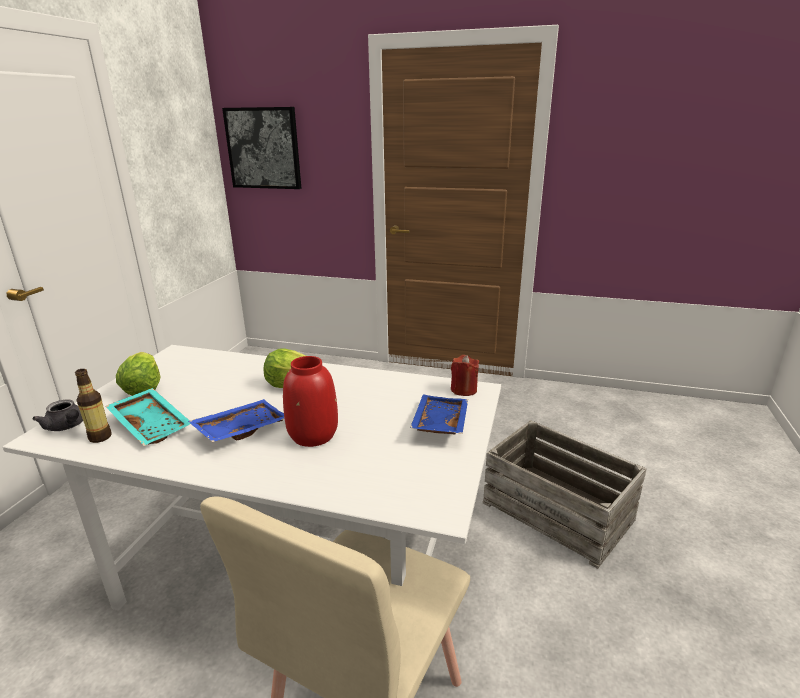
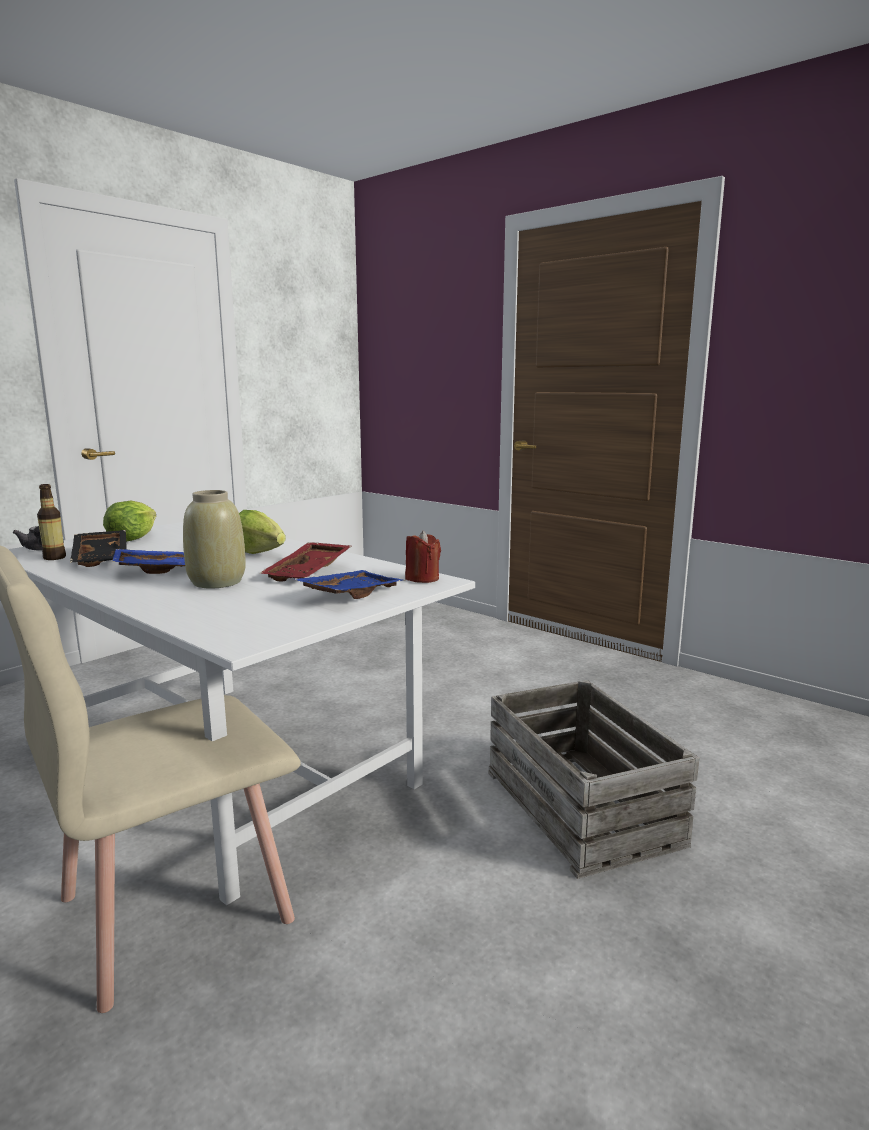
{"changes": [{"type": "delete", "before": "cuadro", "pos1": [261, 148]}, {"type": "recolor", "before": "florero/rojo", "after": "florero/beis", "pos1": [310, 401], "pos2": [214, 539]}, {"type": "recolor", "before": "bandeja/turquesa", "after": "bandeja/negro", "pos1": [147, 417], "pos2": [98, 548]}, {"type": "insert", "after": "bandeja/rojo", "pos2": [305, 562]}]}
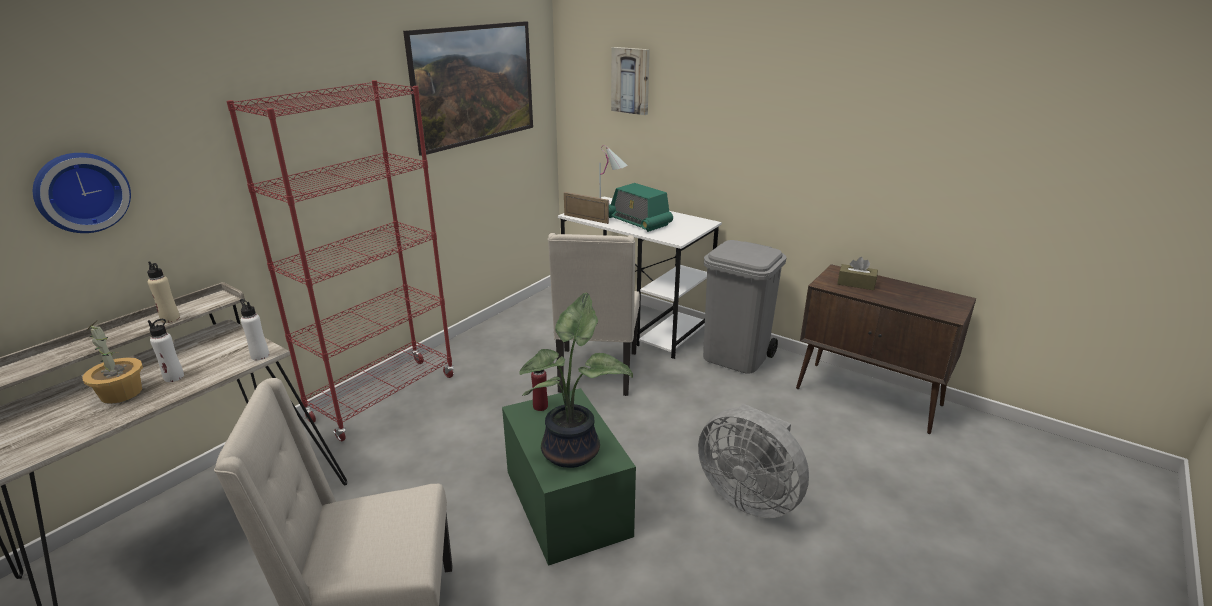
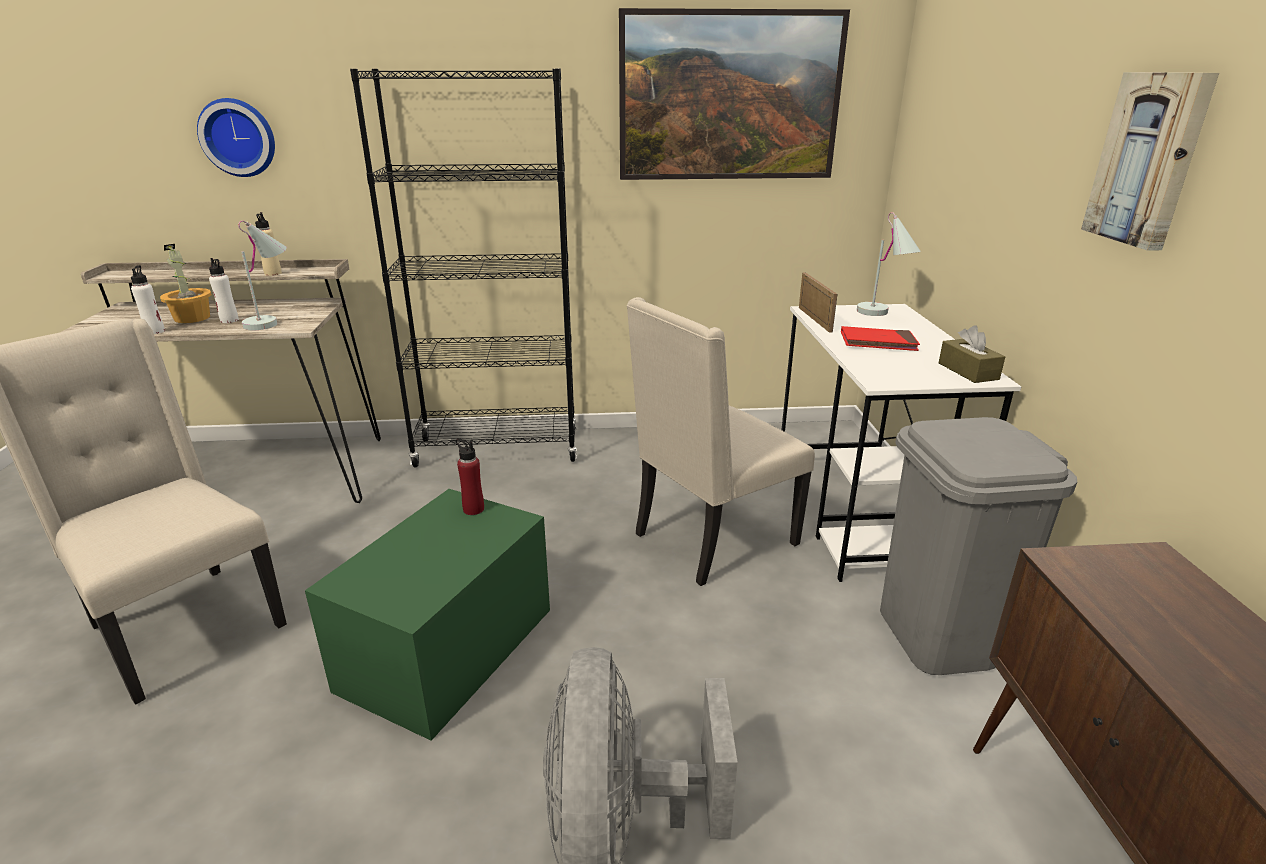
{"changes": [{"type": "move", "before": "cuadro", "pos1": [630, 81], "pos2": [1150, 161]}, {"type": "recolor", "before": "estantería/rojo", "after": "estantería/negro", "pos1": [340, 260], "pos2": [463, 268]}, {"type": "replace", "before": "radio", "after": "libro/rojo", "pos1": [641, 207], "pos2": [880, 338]}, {"type": "move", "before": "caja de pañuelos/marrón", "pos1": [857, 273], "pos2": [972, 354]}, {"type": "delete", "before": "planta en maceta", "pos1": [576, 380]}, {"type": "move", "before": "botella/blanco", "pos1": [254, 329], "pos2": [148, 299]}, {"type": "insert", "after": "lámpara de mesa/blanco", "pos2": [262, 275]}]}
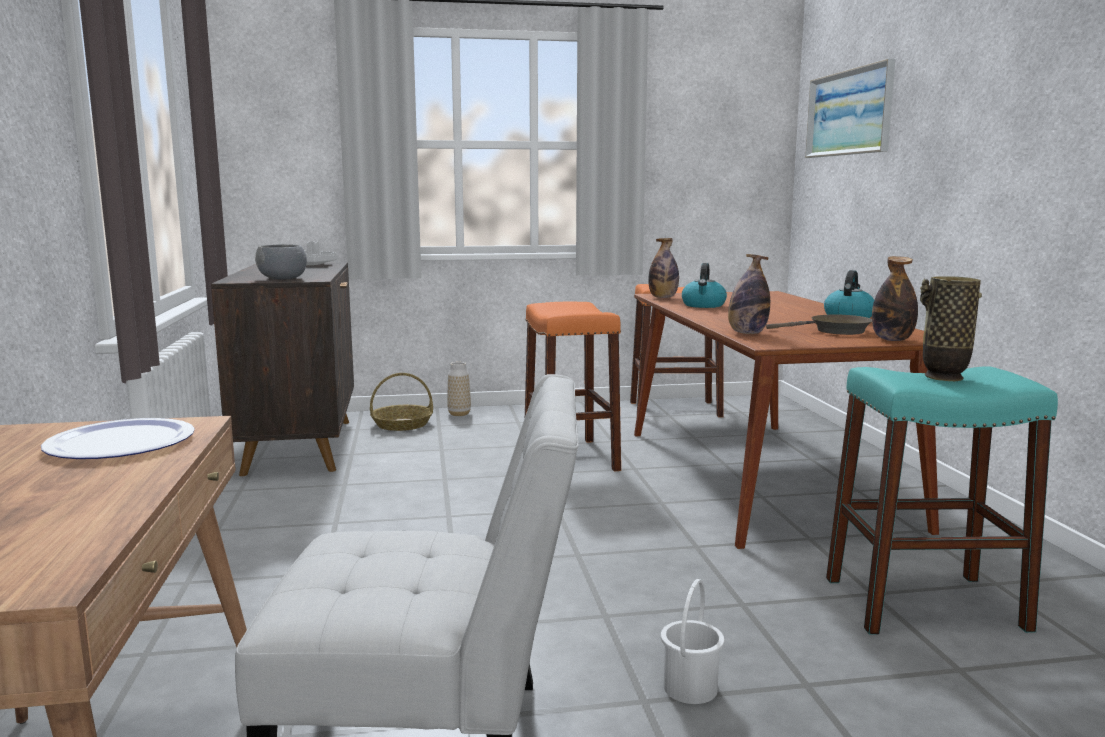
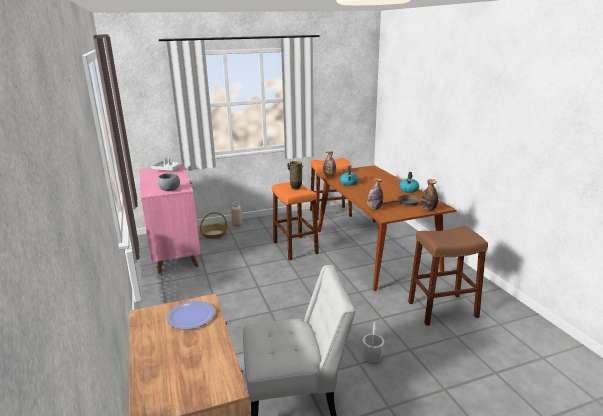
{"changes": [{"type": "delete", "before": "cuadro", "pos1": [850, 108]}, {"type": "recolor", "before": "armario/marrón", "after": "armario/rosa", "pos1": [282, 369], "pos2": [170, 219]}, {"type": "move", "before": "florero", "pos1": [951, 328], "pos2": [295, 175]}, {"type": "recolor", "before": "taburete/turquesa", "after": "taburete/marrón", "pos1": [942, 500], "pos2": [448, 276]}]}
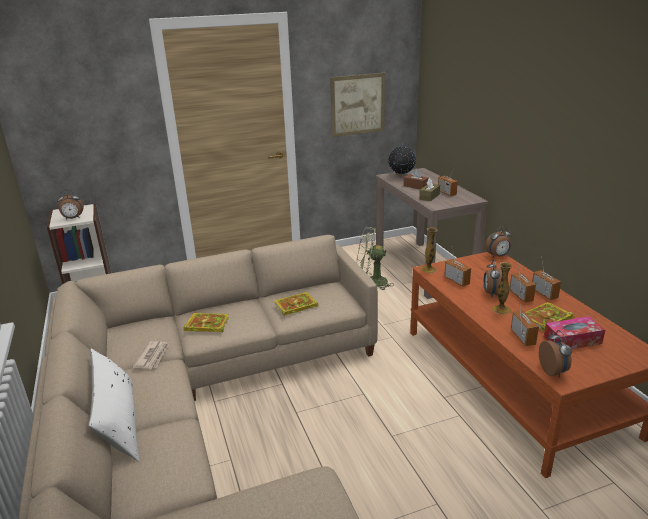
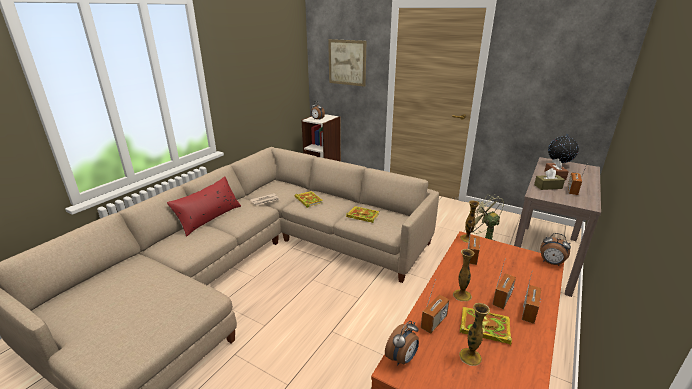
{"changes": [{"type": "move", "before": "cuadro", "pos1": [357, 105], "pos2": [347, 63]}, {"type": "delete", "before": "despertador", "pos1": [493, 278]}, {"type": "replace", "before": "caja de pañuelos", "after": "florero", "pos1": [574, 332], "pos2": [474, 334]}, {"type": "recolor", "before": "cojín/blanco", "after": "cojín/rojo", "pos1": [114, 405], "pos2": [204, 206]}]}
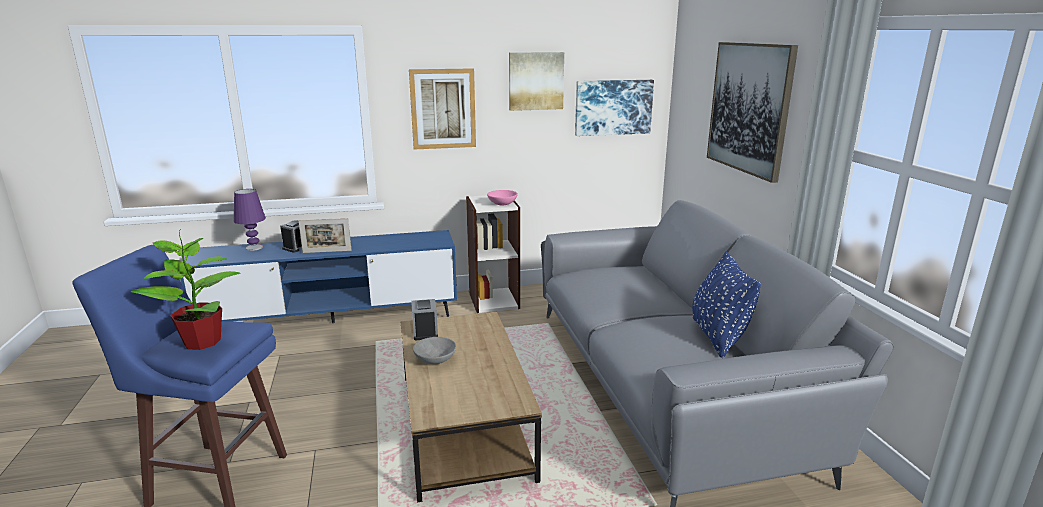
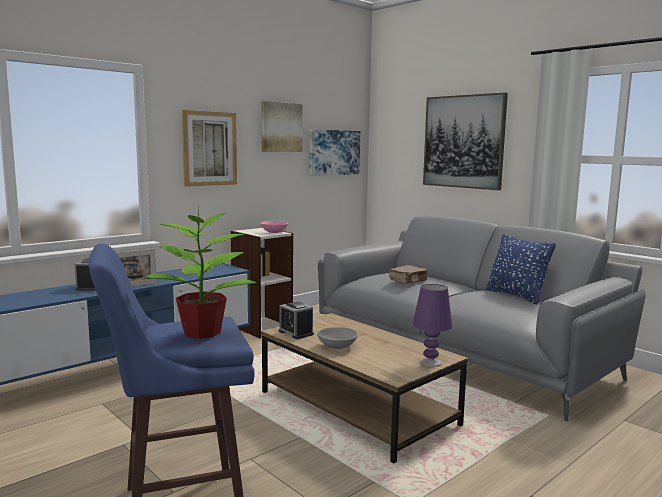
{"changes": [{"type": "move", "before": "lámpara de mesa/morado", "pos1": [250, 220], "pos2": [432, 325]}, {"type": "insert", "after": "libro/marrón", "pos2": [408, 274]}]}
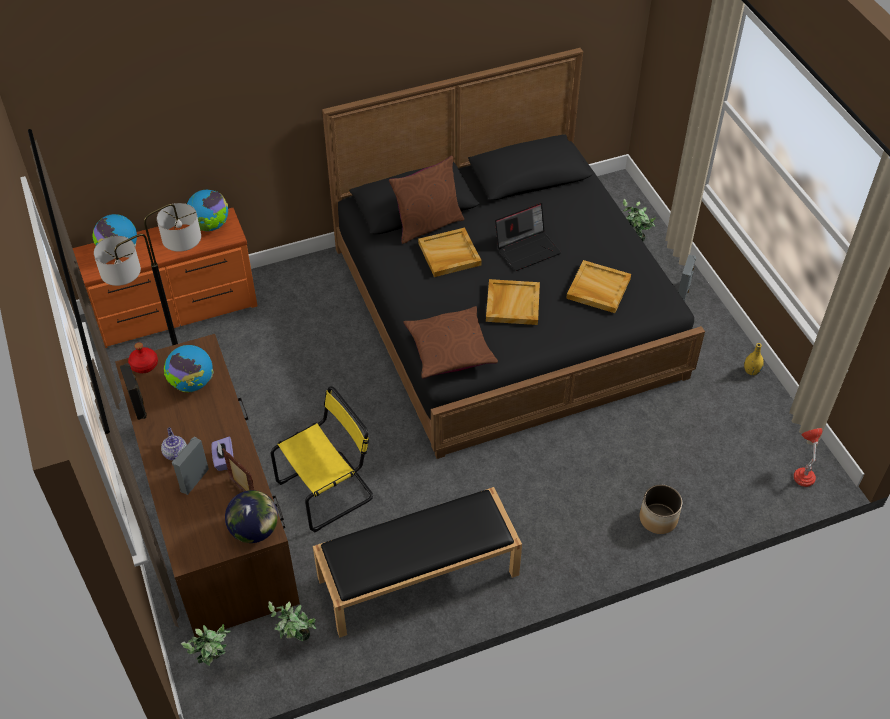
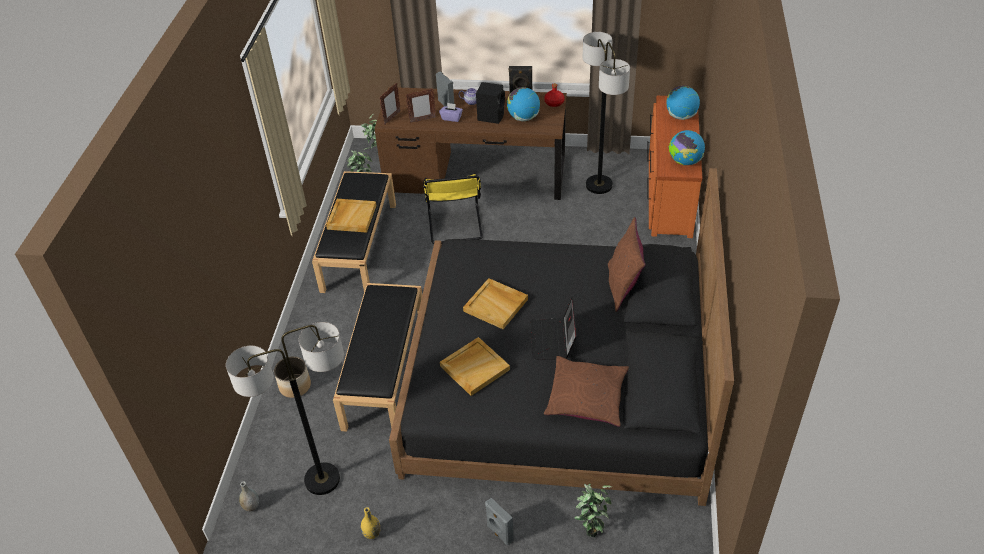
{"changes": [{"type": "move", "before": "bandeja/beis", "pos1": [450, 252], "pos2": [351, 216]}, {"type": "move", "before": "cojín/marrón", "pos1": [450, 342], "pos2": [586, 391]}, {"type": "replace", "before": "lámpara de mesa/rojo", "after": "florero/gris", "pos1": [808, 457], "pos2": [249, 496]}, {"type": "replace", "before": "globo terráqueo", "after": "portarretratos", "pos1": [251, 516], "pos2": [390, 104]}, {"type": "insert", "after": "altavoz/negro", "pos2": [490, 103]}, {"type": "insert", "after": "banco/negro", "pos2": [377, 357]}, {"type": "insert", "after": "lámpara de pie", "pos2": [285, 408]}]}
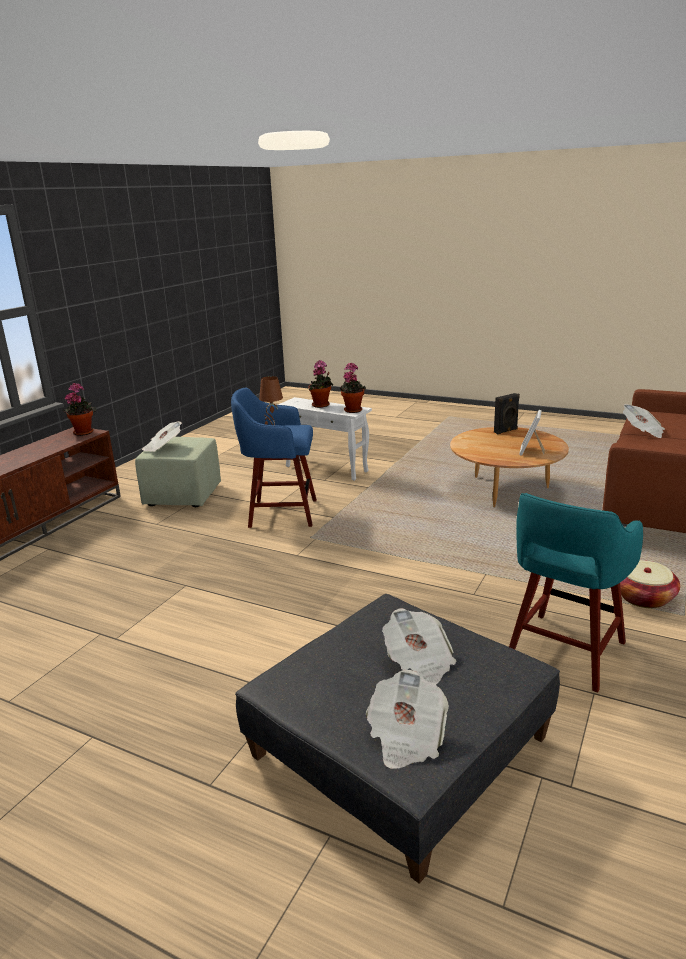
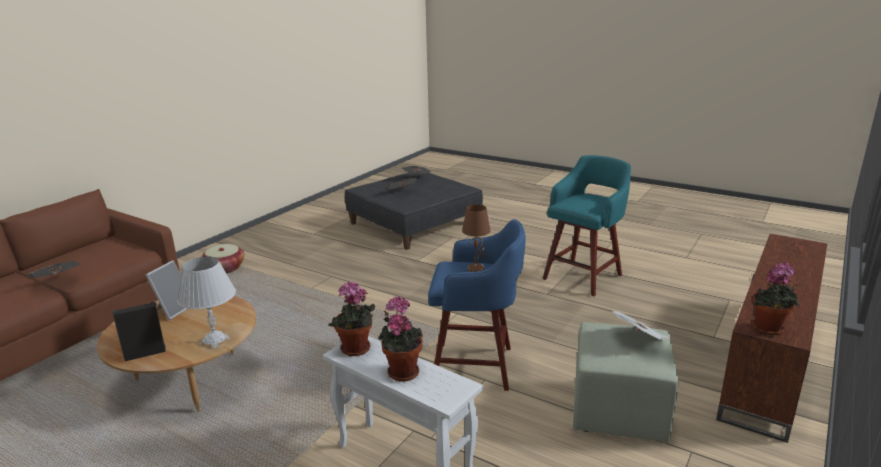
{"changes": [{"type": "move", "before": "taburete/turquesa", "pos1": [576, 593], "pos2": [587, 225]}, {"type": "insert", "after": "lámpara de mesa/blanco", "pos2": [206, 303]}]}
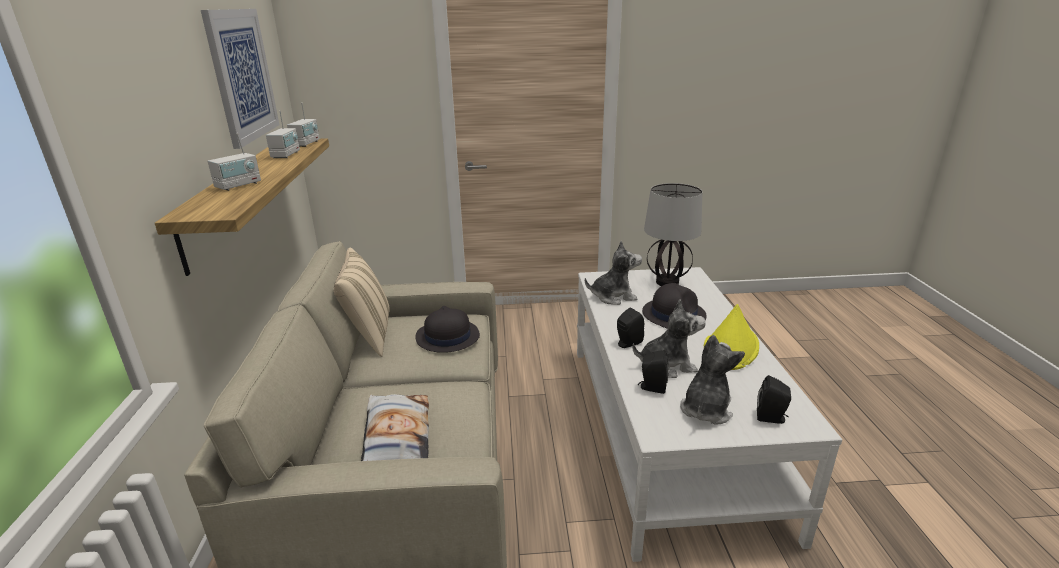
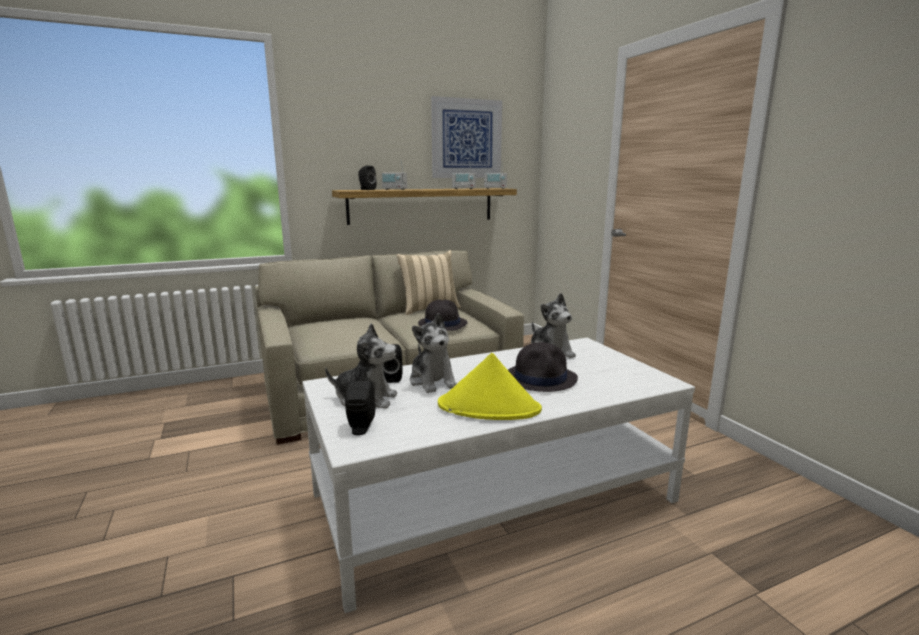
{"changes": [{"type": "delete", "before": "lámpara de mesa", "pos1": [673, 234]}, {"type": "move", "before": "altavoz/negro", "pos1": [630, 327], "pos2": [368, 178]}, {"type": "delete", "before": "cojín", "pos1": [395, 427]}]}
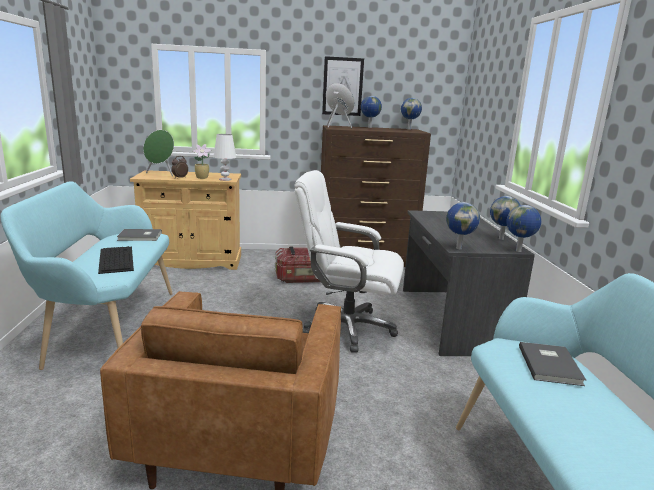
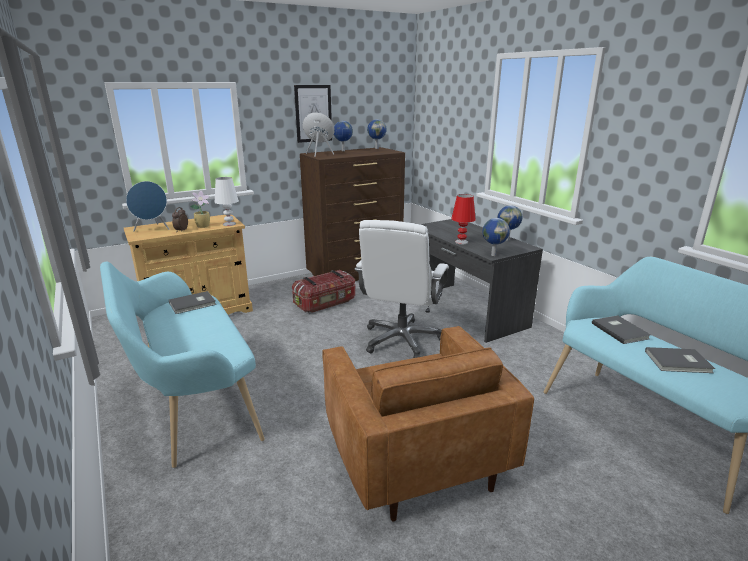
{"changes": [{"type": "recolor", "before": "altavoz/verde", "after": "altavoz/azul", "pos1": [158, 153], "pos2": [148, 206]}, {"type": "rotate", "before": "silla de oficina/blanco", "pos1": [349, 261], "pos2": [402, 289], "turn": -60}, {"type": "delete", "before": "globo terráqueo", "pos1": [523, 228]}, {"type": "delete", "before": "teclado", "pos1": [116, 260]}, {"type": "insert", "after": "lámpara de mesa/rojo", "pos2": [463, 219]}, {"type": "insert", "after": "libro/gris", "pos2": [680, 360]}]}
